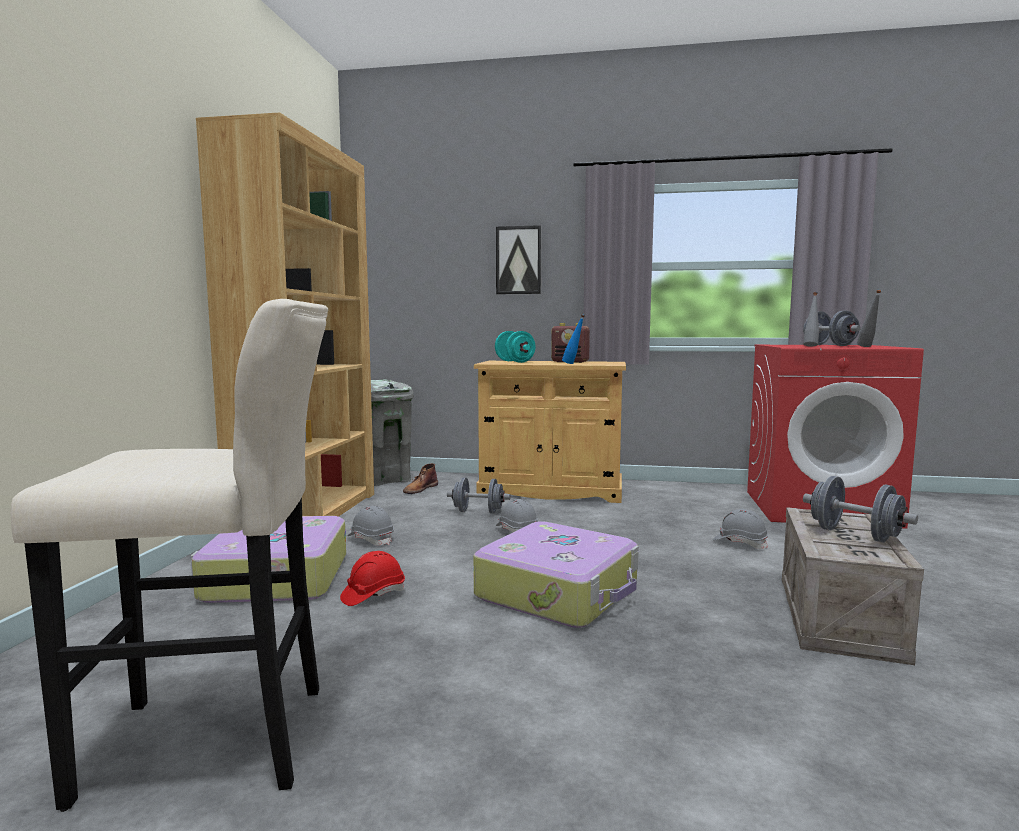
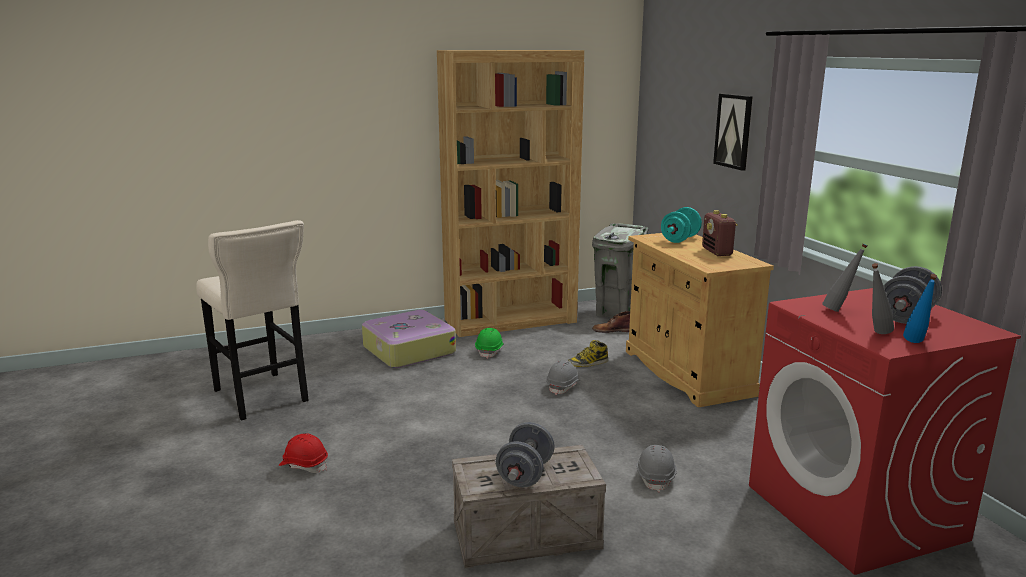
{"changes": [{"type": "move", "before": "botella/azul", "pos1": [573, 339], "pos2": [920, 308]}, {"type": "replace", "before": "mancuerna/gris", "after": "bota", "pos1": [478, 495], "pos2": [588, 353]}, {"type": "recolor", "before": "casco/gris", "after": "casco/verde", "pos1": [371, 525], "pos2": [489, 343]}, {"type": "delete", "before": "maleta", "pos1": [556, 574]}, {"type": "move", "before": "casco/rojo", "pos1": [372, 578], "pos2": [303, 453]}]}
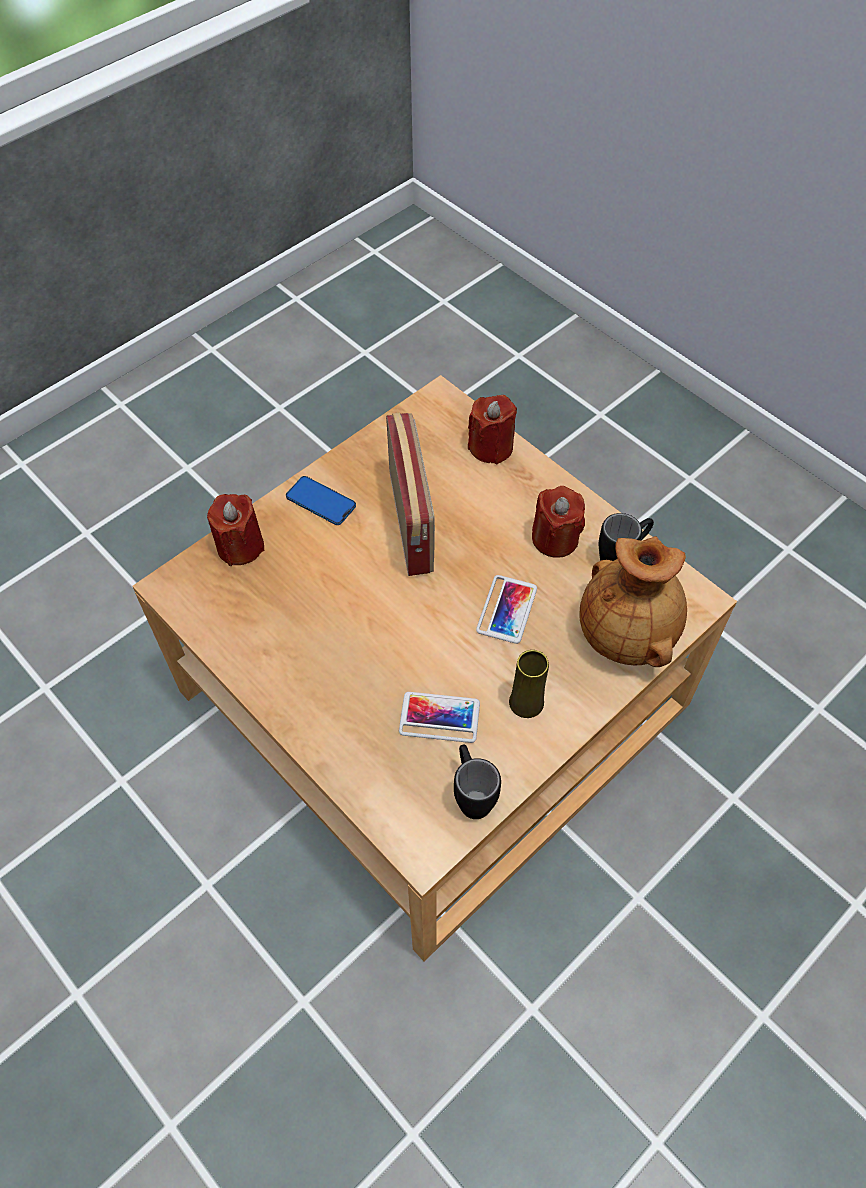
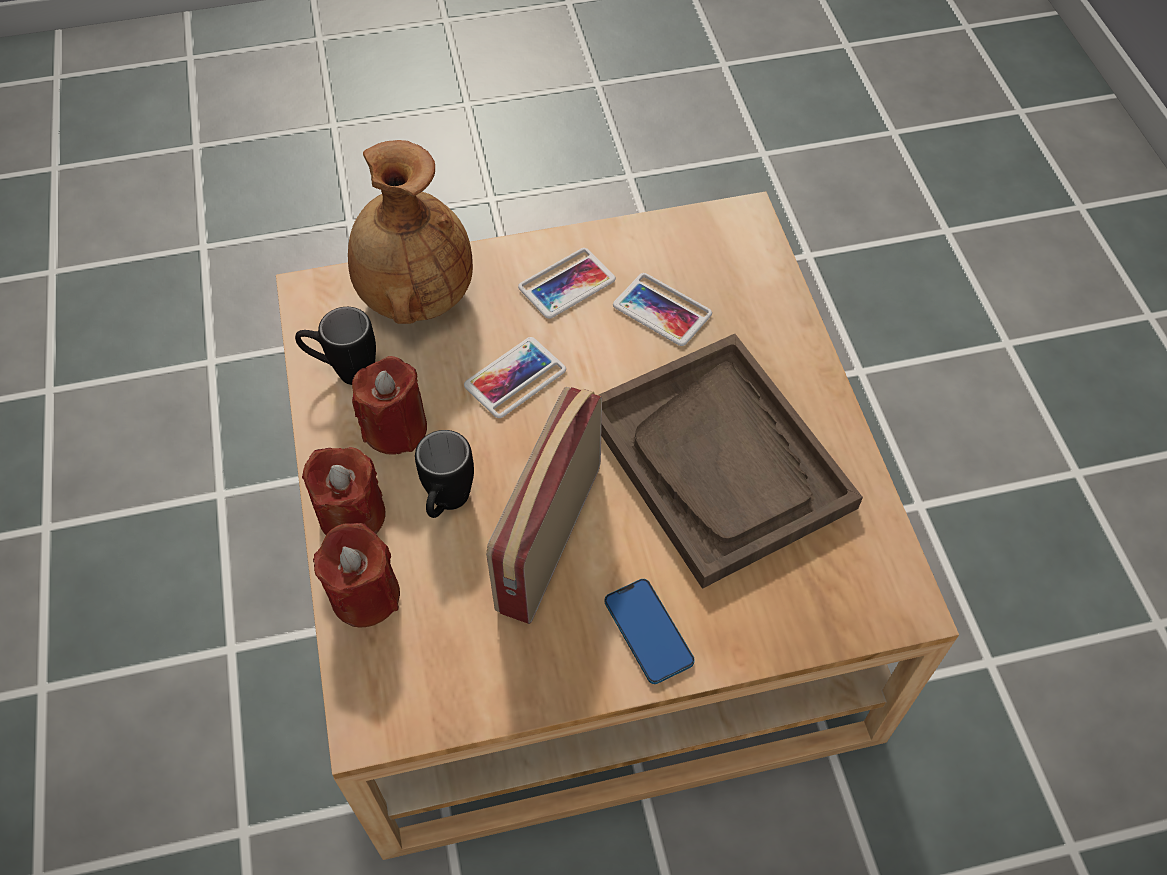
{"changes": [{"type": "move", "before": "vela/rojo", "pos1": [235, 530], "pos2": [344, 491]}, {"type": "replace", "before": "florero/amarillo", "after": "móvil", "pos1": [529, 684], "pos2": [567, 283]}, {"type": "move", "before": "taza grande/negro", "pos1": [477, 781], "pos2": [444, 474]}, {"type": "insert", "after": "bandeja/marrón", "pos2": [731, 461]}]}
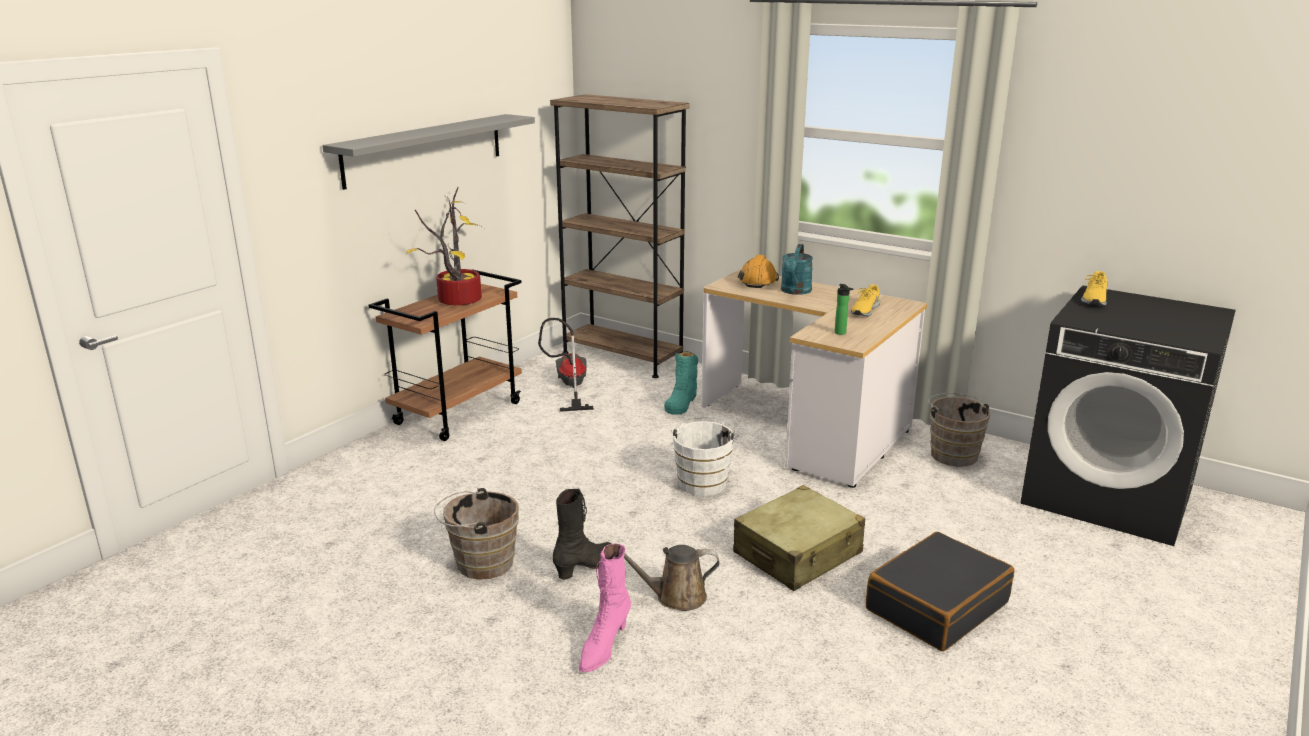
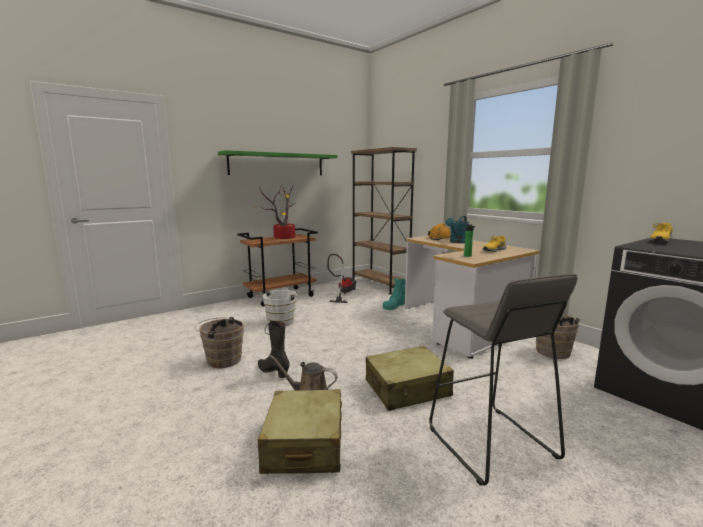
{"changes": [{"type": "recolor", "before": "estante/gris", "after": "estante/verde", "pos1": [428, 152], "pos2": [277, 162]}, {"type": "move", "before": "cubo/blanco", "pos1": [705, 456], "pos2": [281, 307]}, {"type": "rotate", "before": "bota/negro", "pos1": [582, 534], "pos2": [274, 349], "turn": -105}, {"type": "replace", "before": "maleta/negro", "after": "taburete/gris", "pos1": [940, 591], "pos2": [503, 380]}, {"type": "delete", "before": "bota/rosa", "pos1": [605, 608]}, {"type": "insert", "after": "maleta/beis", "pos2": [300, 431]}]}
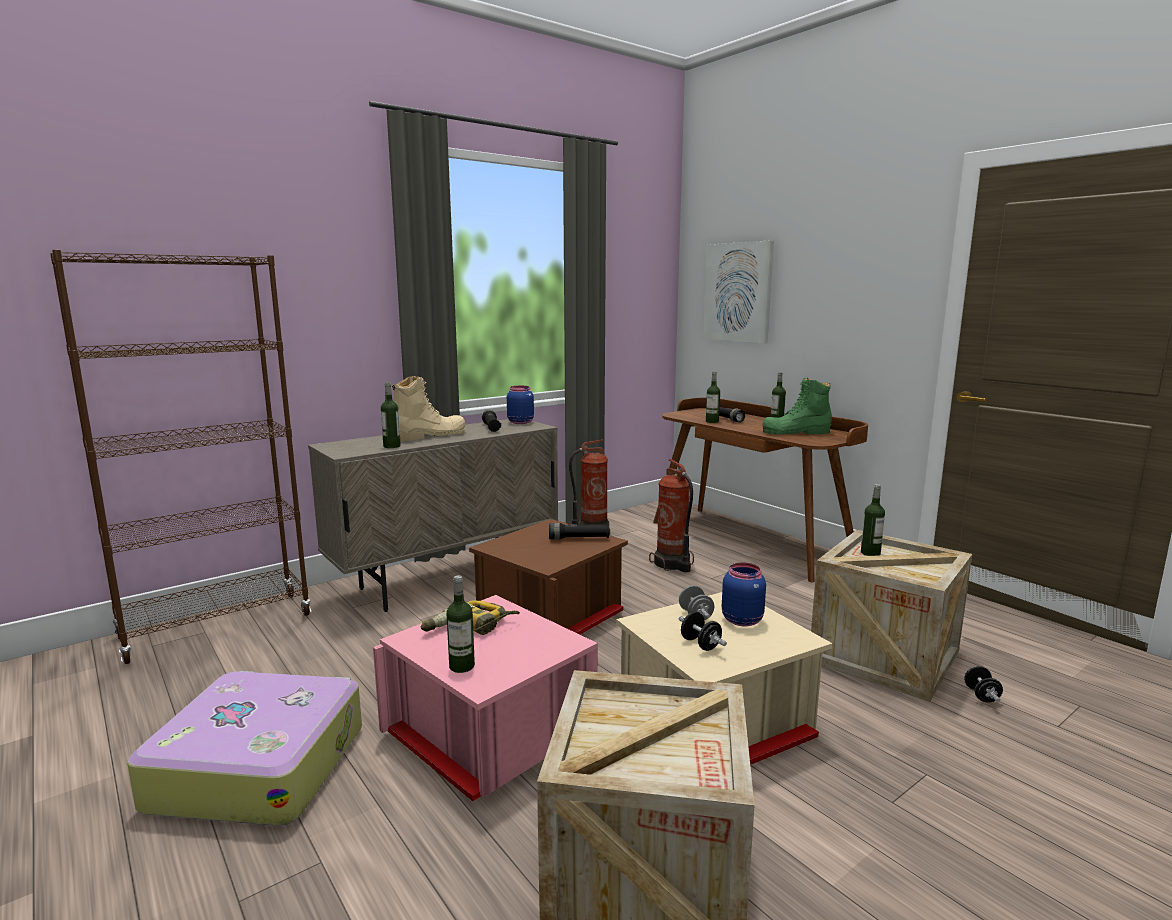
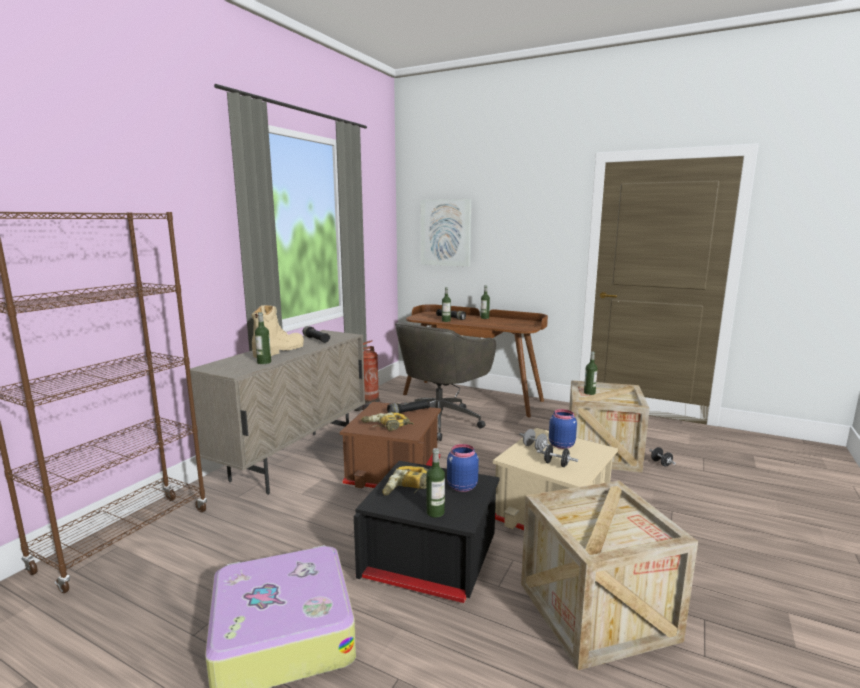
{"changes": [{"type": "delete", "before": "bota/verde", "pos1": [797, 406]}, {"type": "move", "before": "tarro/azul", "pos1": [520, 405], "pos2": [463, 468]}, {"type": "replace", "before": "extintor", "after": "silla de oficina/gris", "pos1": [671, 515], "pos2": [445, 381]}, {"type": "recolor", "before": "caja de almacenaje/rosa", "after": "caja de almacenaje/negro", "pos1": [485, 698], "pos2": [426, 532]}, {"type": "insert", "after": "taladro", "pos2": [387, 421]}]}
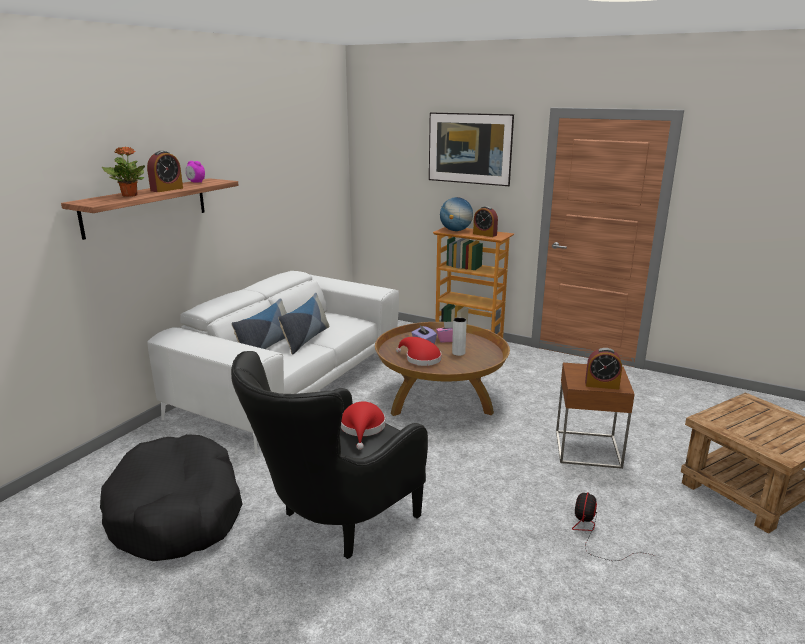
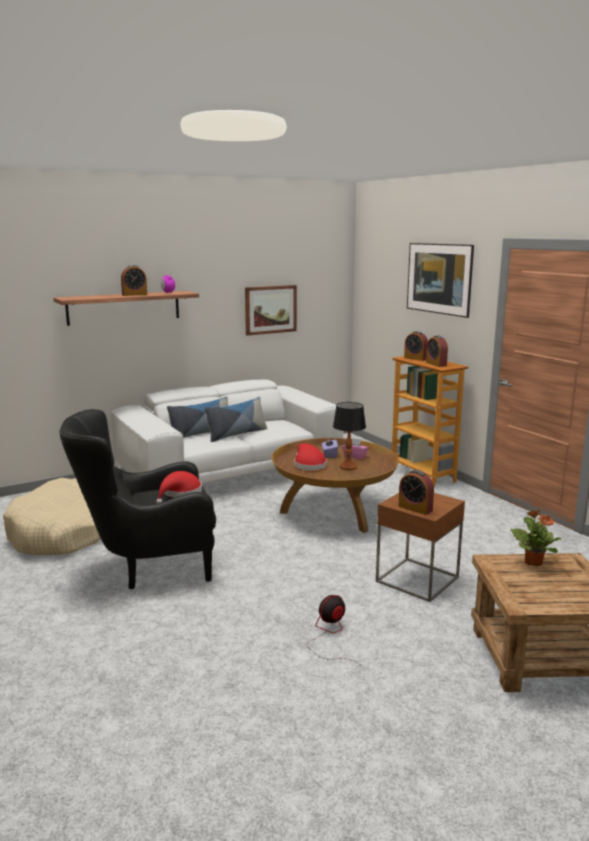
{"changes": [{"type": "move", "before": "planta en maceta", "pos1": [123, 172], "pos2": [536, 538]}, {"type": "replace", "before": "globo terráqueo", "after": "despertador", "pos1": [456, 214], "pos2": [416, 346]}, {"type": "replace", "before": "florero/blanco", "after": "lámpara de mesa", "pos1": [459, 336], "pos2": [349, 436]}, {"type": "recolor", "before": "cama para perro/negro", "after": "cama para perro/beis", "pos1": [171, 497], "pos2": [52, 516]}, {"type": "insert", "after": "cuadro", "pos2": [271, 310]}]}
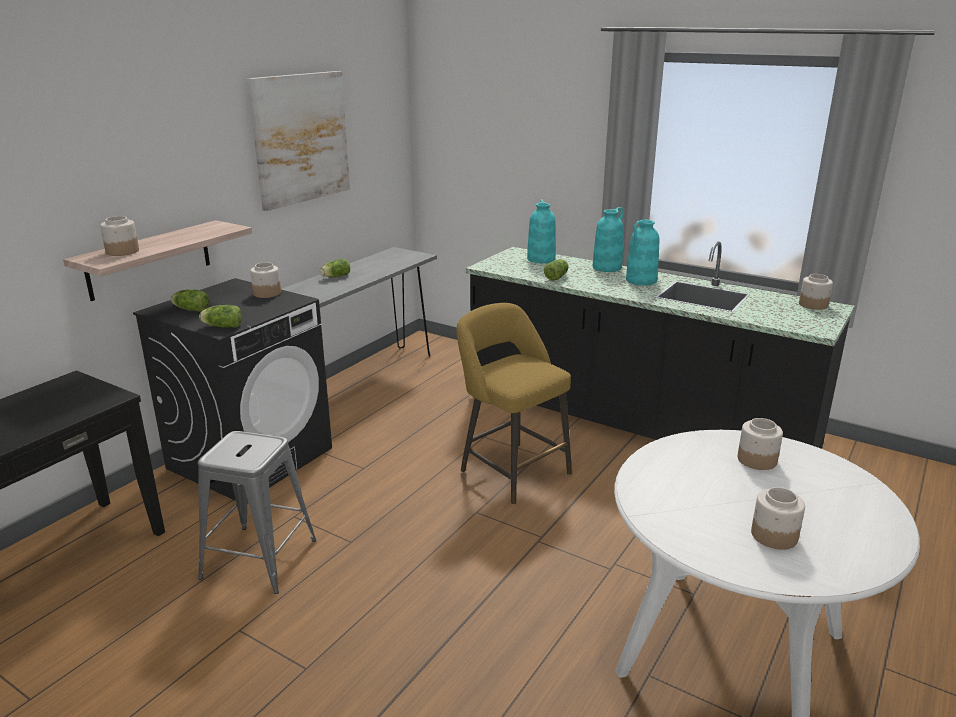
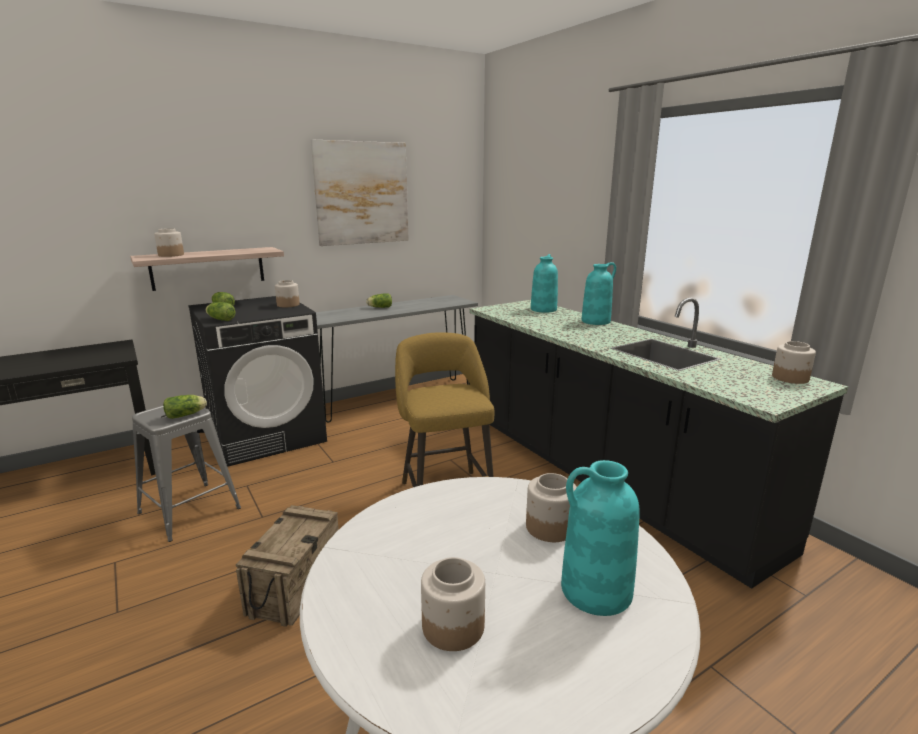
{"changes": [{"type": "move", "before": "florero/turquesa", "pos1": [642, 253], "pos2": [600, 538]}, {"type": "move", "before": "lechuga", "pos1": [556, 270], "pos2": [185, 407]}, {"type": "insert", "after": "caja de embalaje", "pos2": [287, 566]}]}
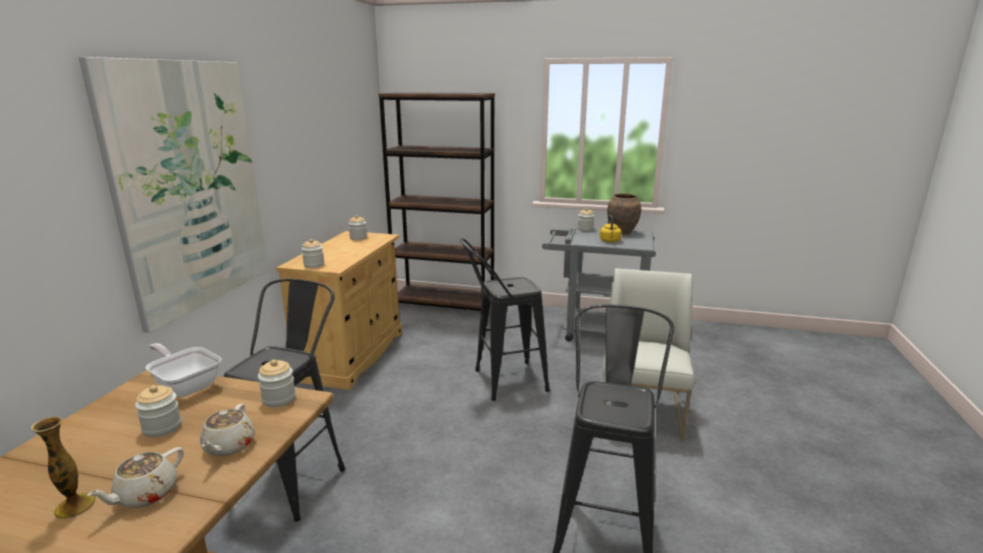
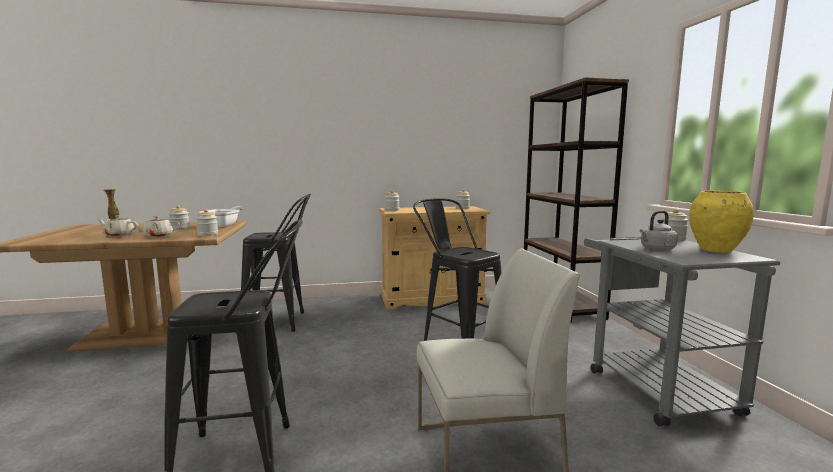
{"changes": [{"type": "delete", "before": "cuadro", "pos1": [173, 195]}, {"type": "recolor", "before": "florero/marrón", "after": "florero/amarillo", "pos1": [624, 214], "pos2": [721, 222]}, {"type": "recolor", "before": "hervidor/amarillo", "after": "hervidor/gris", "pos1": [611, 228], "pos2": [658, 231]}]}
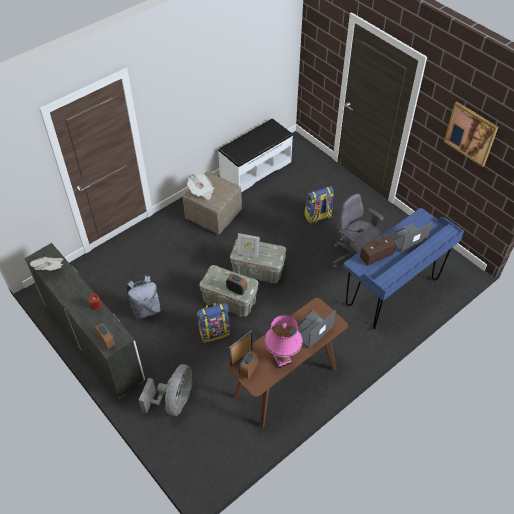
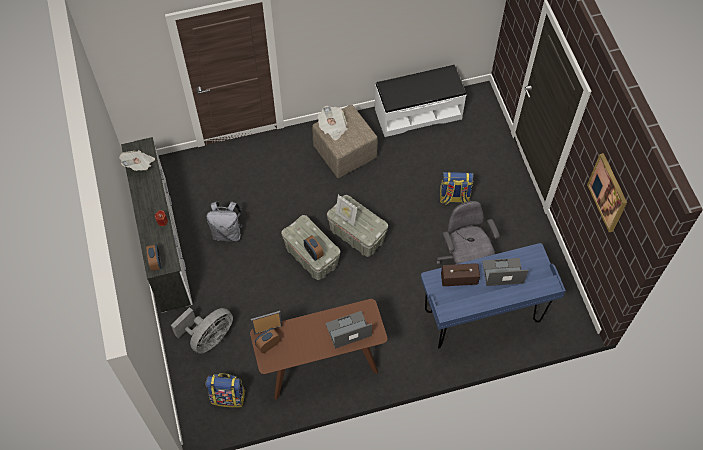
{"changes": [{"type": "move", "before": "mochila", "pos1": [213, 323], "pos2": [226, 390]}, {"type": "delete", "before": "lámpara de mesa/rosa", "pos1": [284, 341]}]}
